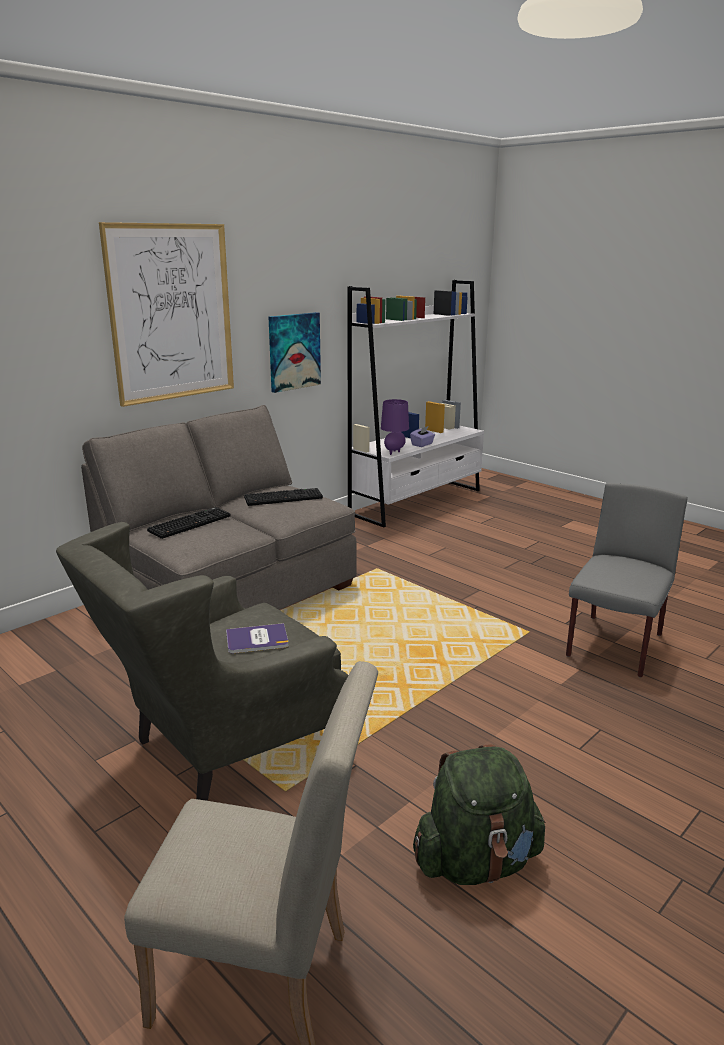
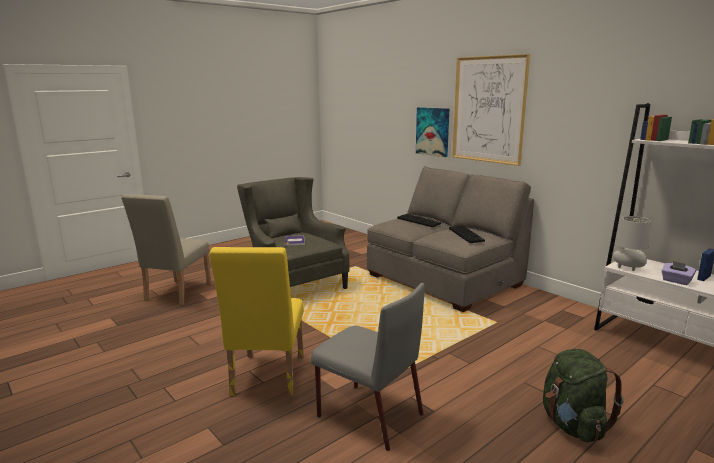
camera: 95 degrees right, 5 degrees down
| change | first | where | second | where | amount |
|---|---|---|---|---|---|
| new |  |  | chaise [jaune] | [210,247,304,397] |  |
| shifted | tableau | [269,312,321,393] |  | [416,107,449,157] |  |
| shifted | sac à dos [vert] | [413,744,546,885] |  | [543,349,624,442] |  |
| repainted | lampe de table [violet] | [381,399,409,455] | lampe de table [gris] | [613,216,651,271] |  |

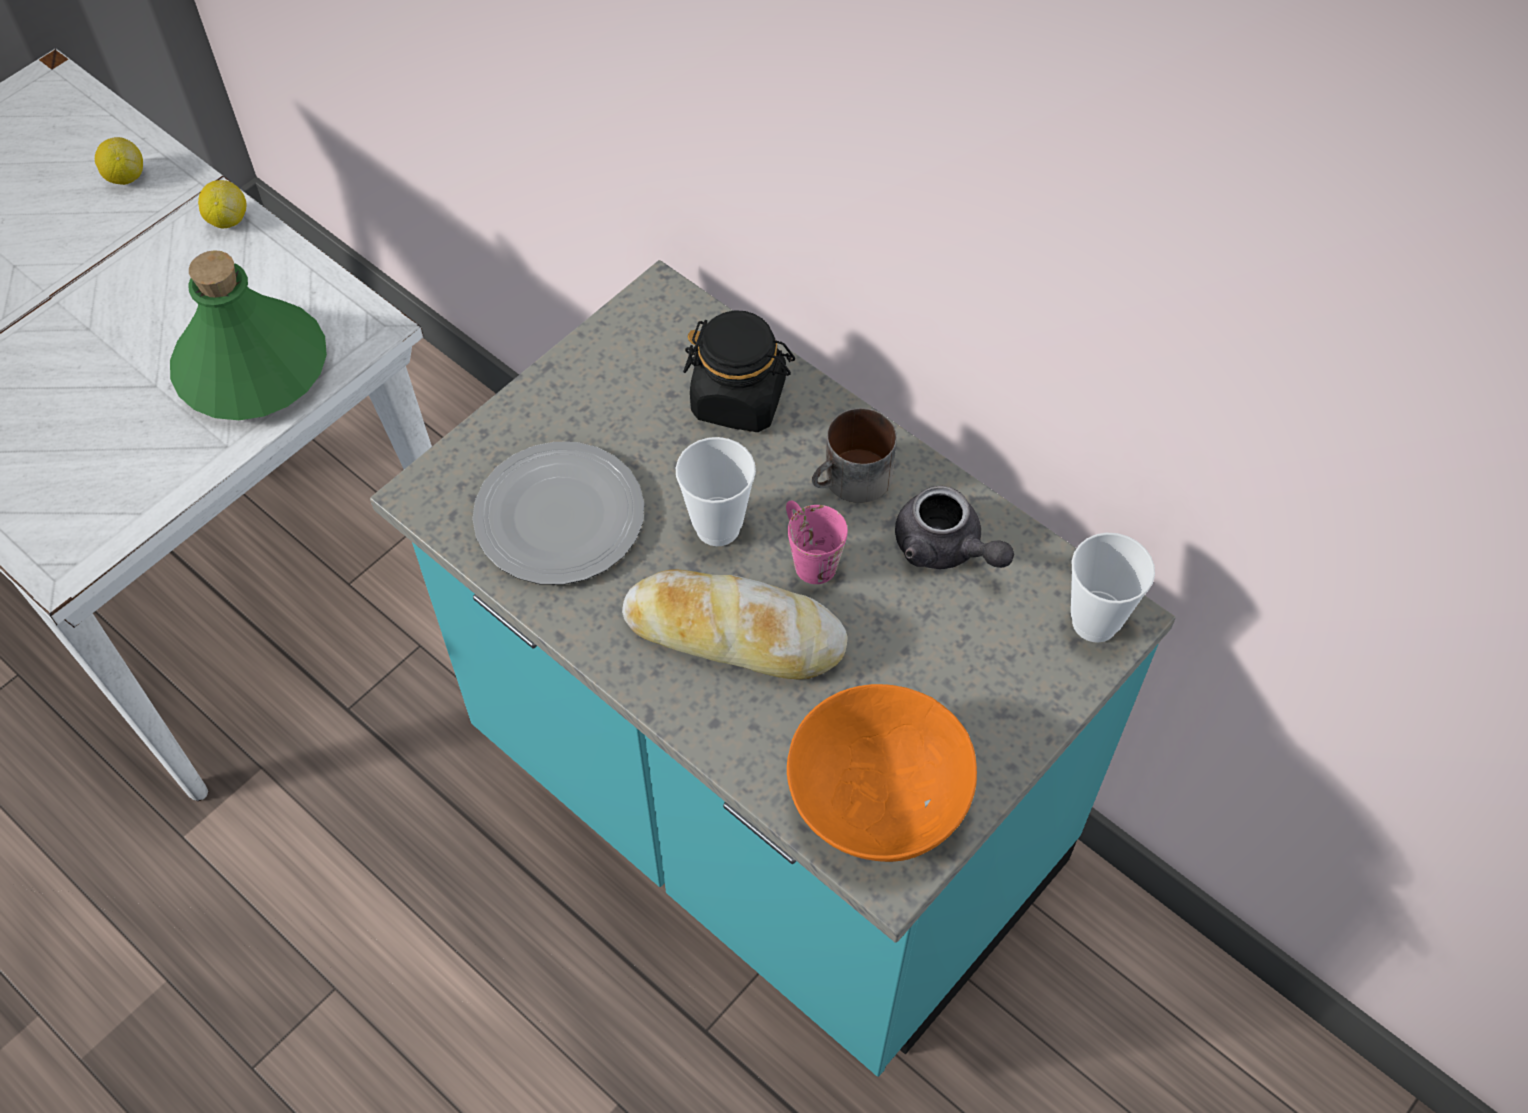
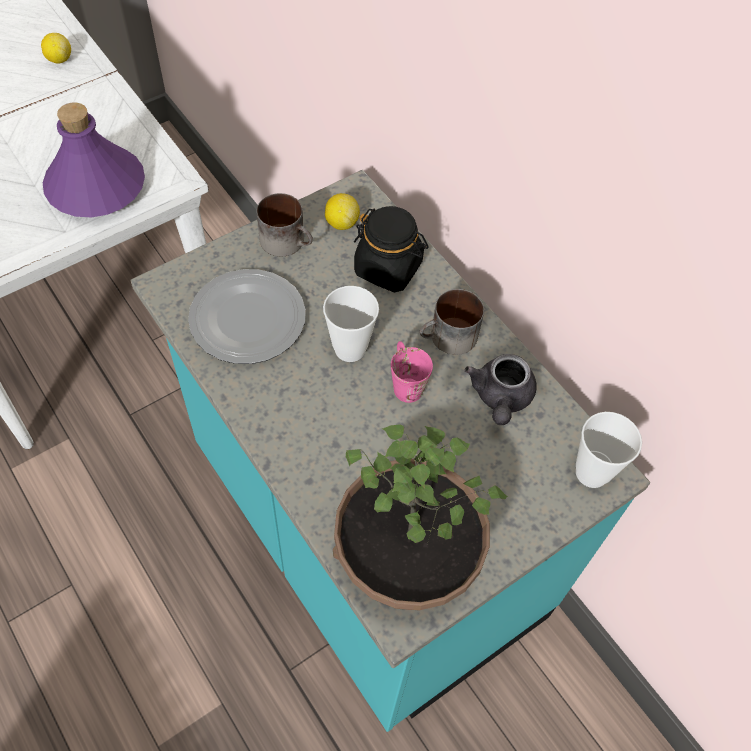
camera: 10 degrees right, 0 degrees up
| change | first | where | second | where | amount |
|---|---|---|---|---|---|
| repainted | bouteille [vert] | [170,250,327,420] | bouteille [violet] | [43,102,145,218] |  |
| new |  |  | mug | [257,193,313,256] |  |
| shifted | citron | [198,180,246,228] |  | [325,193,360,230] |  |
| swapped | bol [orange] | [787,684,977,862] | plante en pot | [333,424,508,610] |  |
| rotated | théière [gris] | [895,486,1014,569] |  | [465,354,537,425] | 45 degrees clockwise |
| gone | pain | [622,569,848,680] |  |  |  |

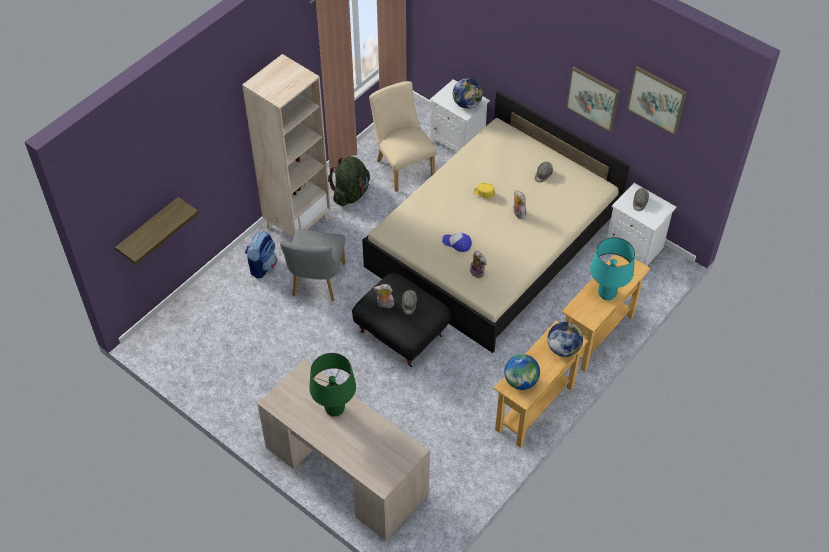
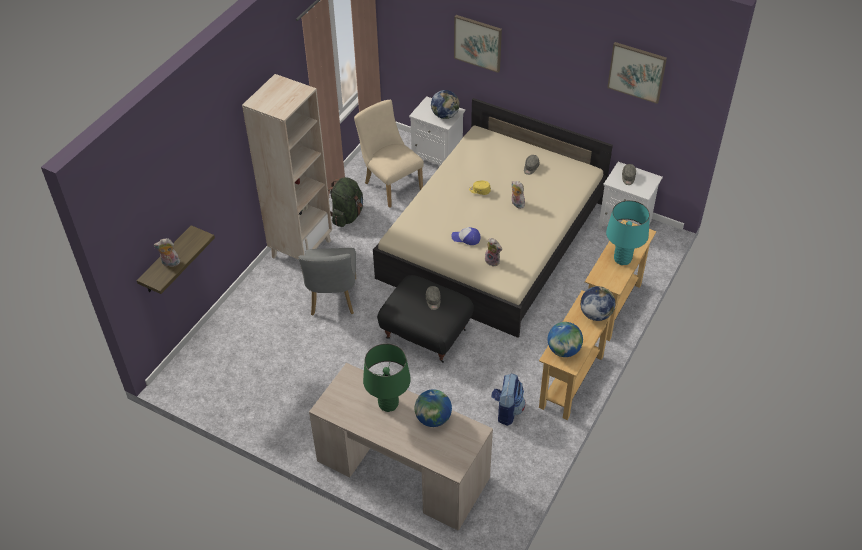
camera: 10 degrees left, 5 degrees down
| change | first | where | second | where | amount |
|---|---|---|---|---|---|
| shifted | peluche | [374,284,394,309] |  | [154,238,180,267] |  |
| new |  |  | globe | [415,389,452,427] |  |
| shifted | tableau | [566,66,620,132] |  | [454,15,502,73] |  |
| shifted | sac à dos | [245,231,277,279] |  | [491,374,525,426] |  |

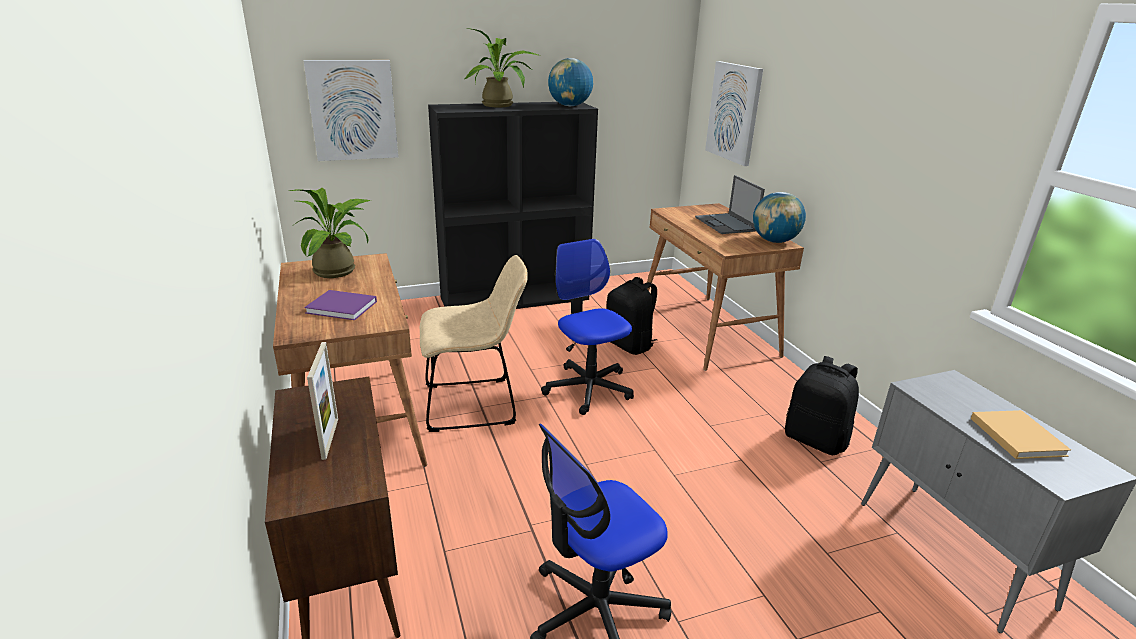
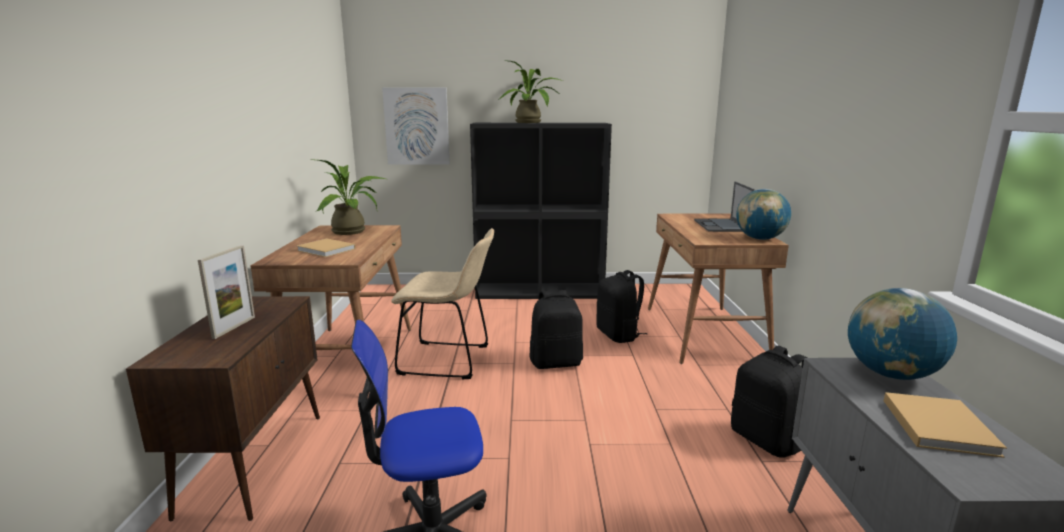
camera: 20 degrees right, 10 degrees down
| change | first | where | second | where | amount |
|---|---|---|---|---|---|
| repainted | livre [violet] | [304,290,377,320] | livre [beige] | [297,239,356,257] |  |
| swapped | chaise de bureau | [541,239,634,415] | sac à dos [noir] | [530,290,583,369] |  |
| shifted | globe | [548,58,593,106] |  | [848,288,957,380] |  |
| gone | tableau | [705,61,763,166] |  |  |  |

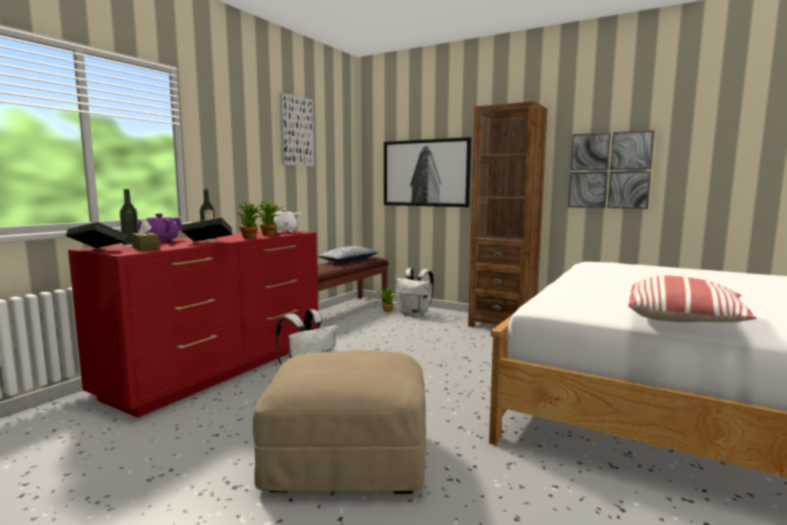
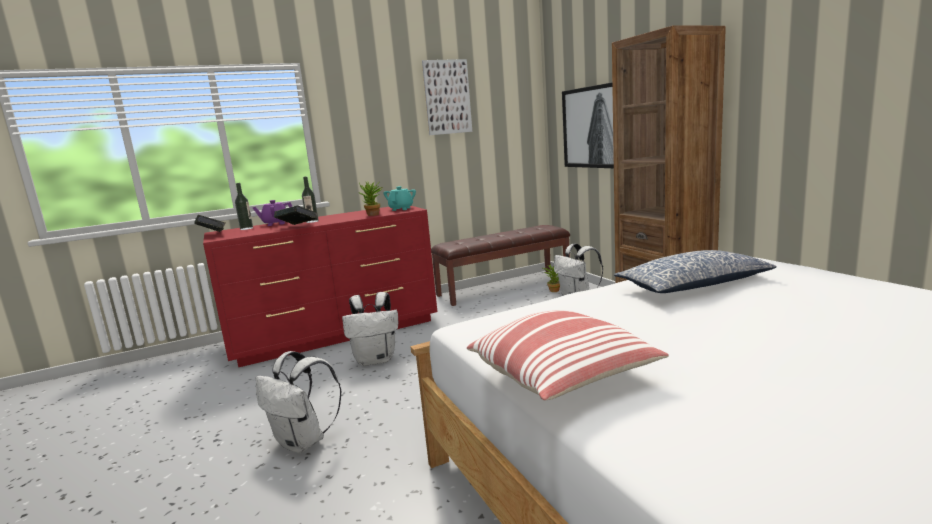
camera: 35 degrees right, 5 degrees up
| change | first | where | second | where | amount |
|---|---|---|---|---|---|
| swapped | pouf [beige] | [253,350,426,494] | sac à dos [blanc] | [256,351,341,453] |  |
| repainted | théière [blanc] | [271,209,301,233] | théière [turquoise] | [384,186,416,211] |  |
| shifted | coussin | [317,246,379,262] |  | [614,250,777,293] |  |
| gone | boîte à mouchoirs [marron] | [131,220,160,251] |  |  |  |
| gone | plante en pot | [237,201,265,239] |  |  |  |
| gone | tableau | [568,130,655,209] |  |  |  |

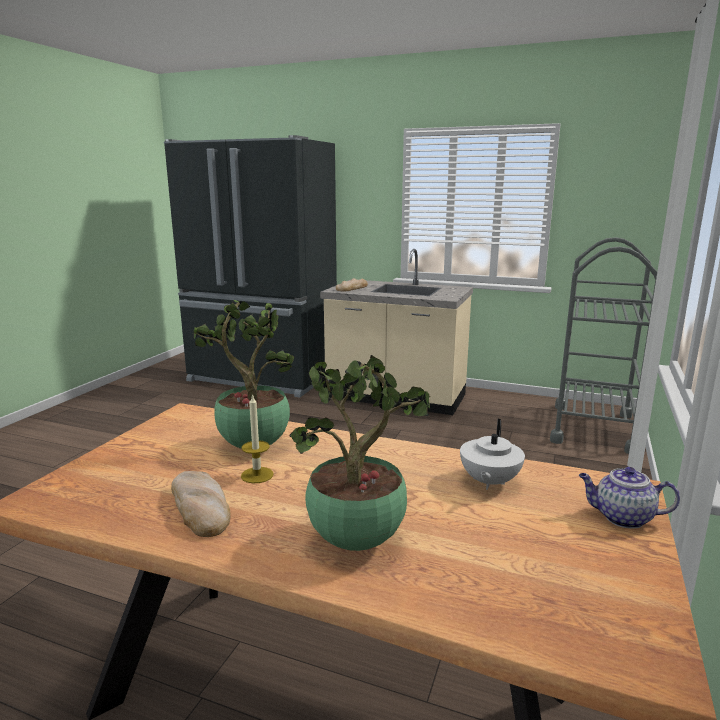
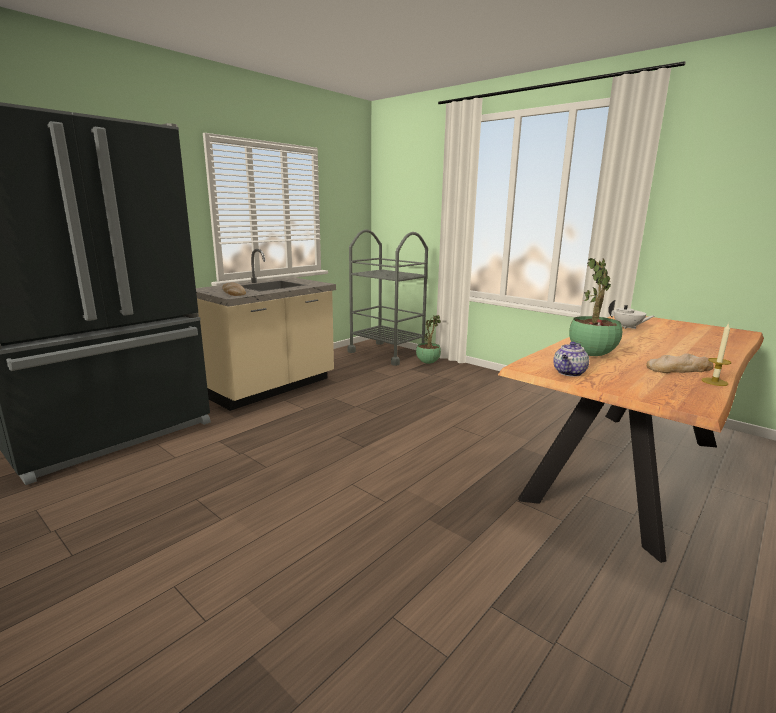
camera: 70 degrees left, 0 degrees up
| change | first | where | second | where | amount |
|---|---|---|---|---|---|
| shifted | plante en pot | [289,355,431,551] |  | [416,315,441,364] |  |
| shifted | théière | [579,467,680,528] |  | [553,342,589,377] |  |
| shifted | bougie | [241,394,273,484] |  | [702,323,731,386] |  |

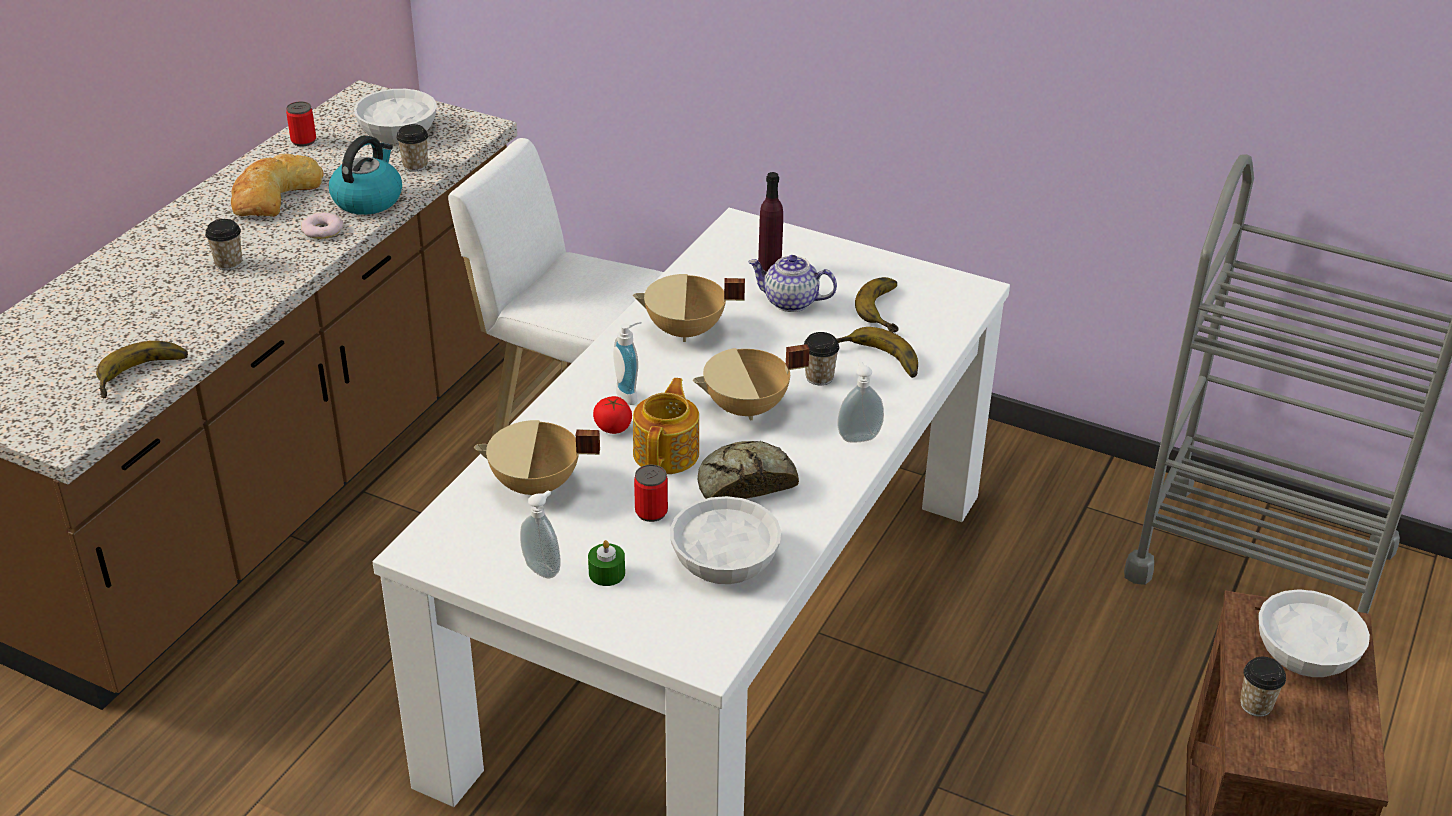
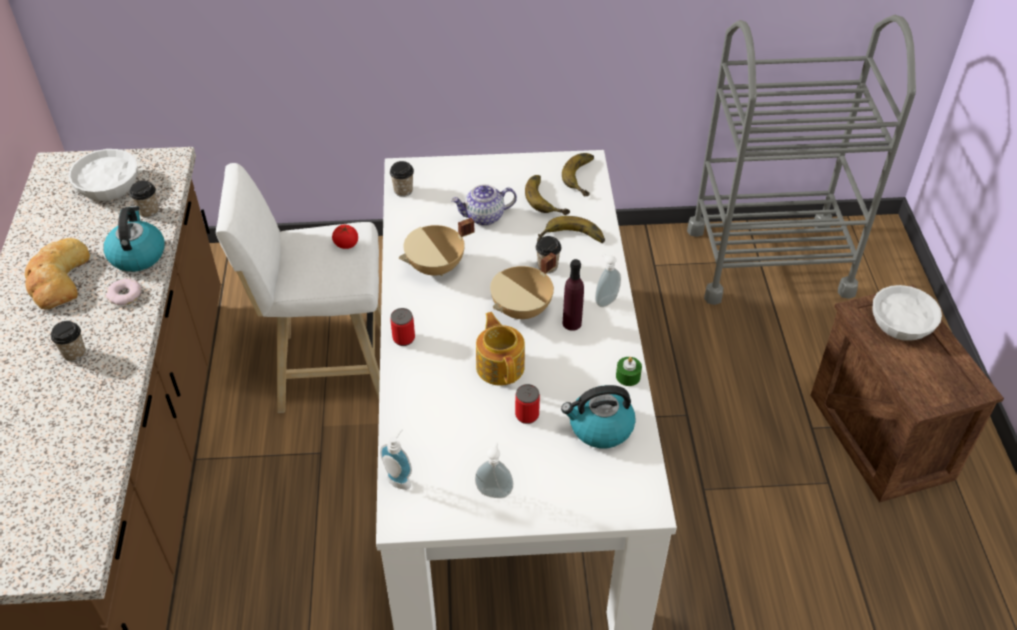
camera: 30 degrees left, 10 degrees up
| change | first | where | second | where | amount |
|---|---|---|---|---|---|
| shifted | tomate | [593,396,632,434] |  | [332,224,358,249] |  |
| shifted | distributeur de savon | [613,321,642,405] |  | [380,429,412,490] |  |
| shifted | tasse | [1240,657,1286,717] |  | [390,161,414,197] |  |
| shifted | boîte métallique | [286,101,316,146] |  | [390,308,415,346] |  |
| swapped | bol [blanc] | [670,496,781,584] | bouilloire | [561,385,636,448] |  |
| shifted | banane | [96,341,188,398] |  | [562,153,594,196] |  |
| shifted | bouteille [violet] | [758,172,783,272] |  | [563,259,584,331] |  |
| shifted | bougie [vert] | [588,540,625,586] |  | [616,357,642,386] |  |
| gone | marmite [beige] | [474,420,600,496] |  |  |  |
| gone | pain | [698,441,799,499] |  |  |  |

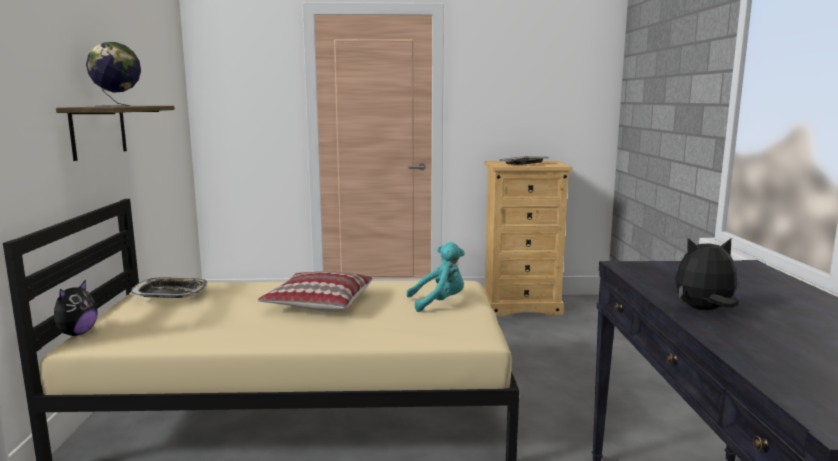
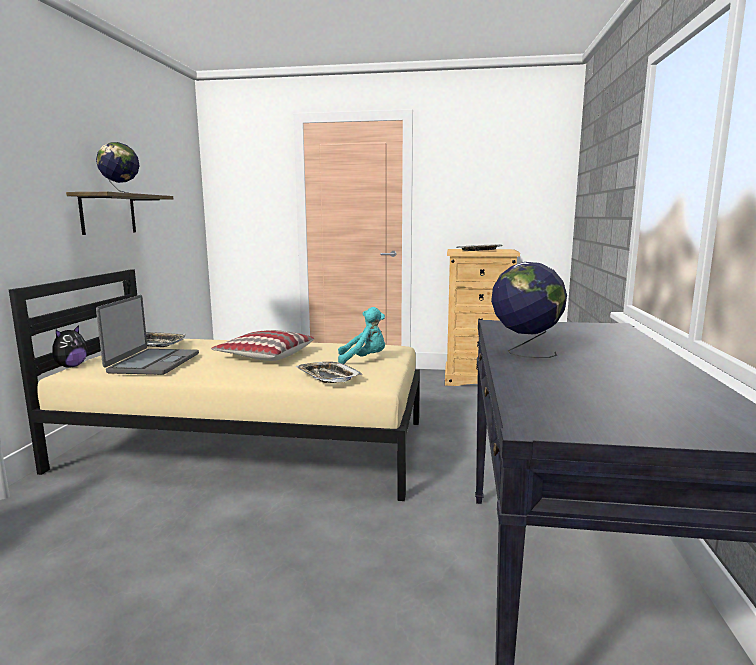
camera: 10 degrees right, 0 degrees up
| change | first | where | second | where | amount |
|---|---|---|---|---|---|
| new |  |  | ordinateur portable | [96,295,199,375] |  |
| new |  |  | plateau | [296,362,362,383] |  |
| swapped | peluche | [675,238,740,310] | globe | [491,262,567,358] |  |

